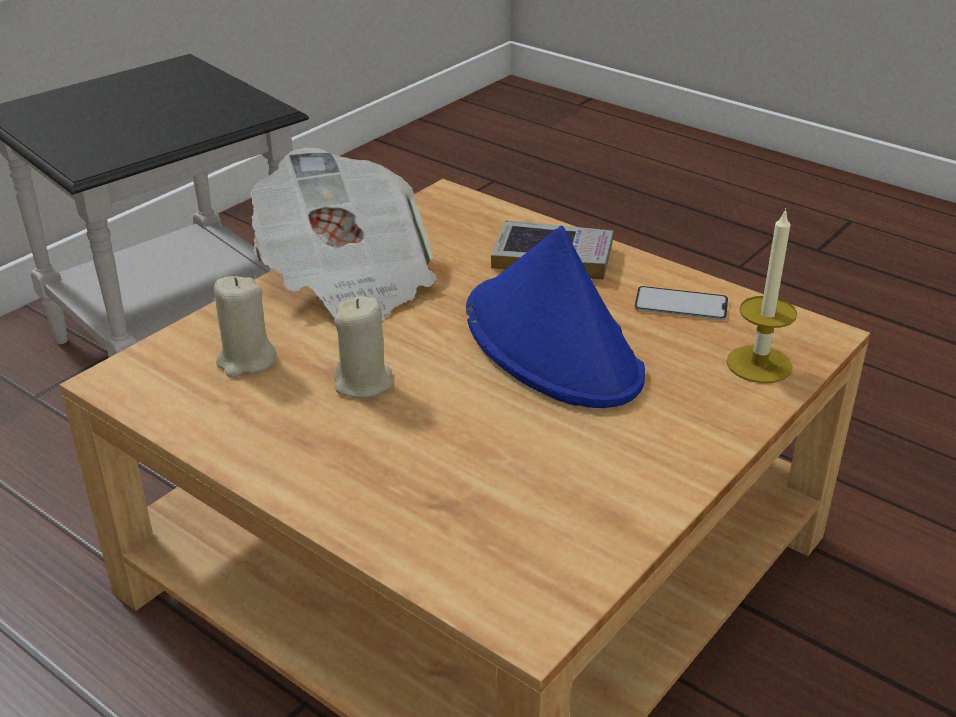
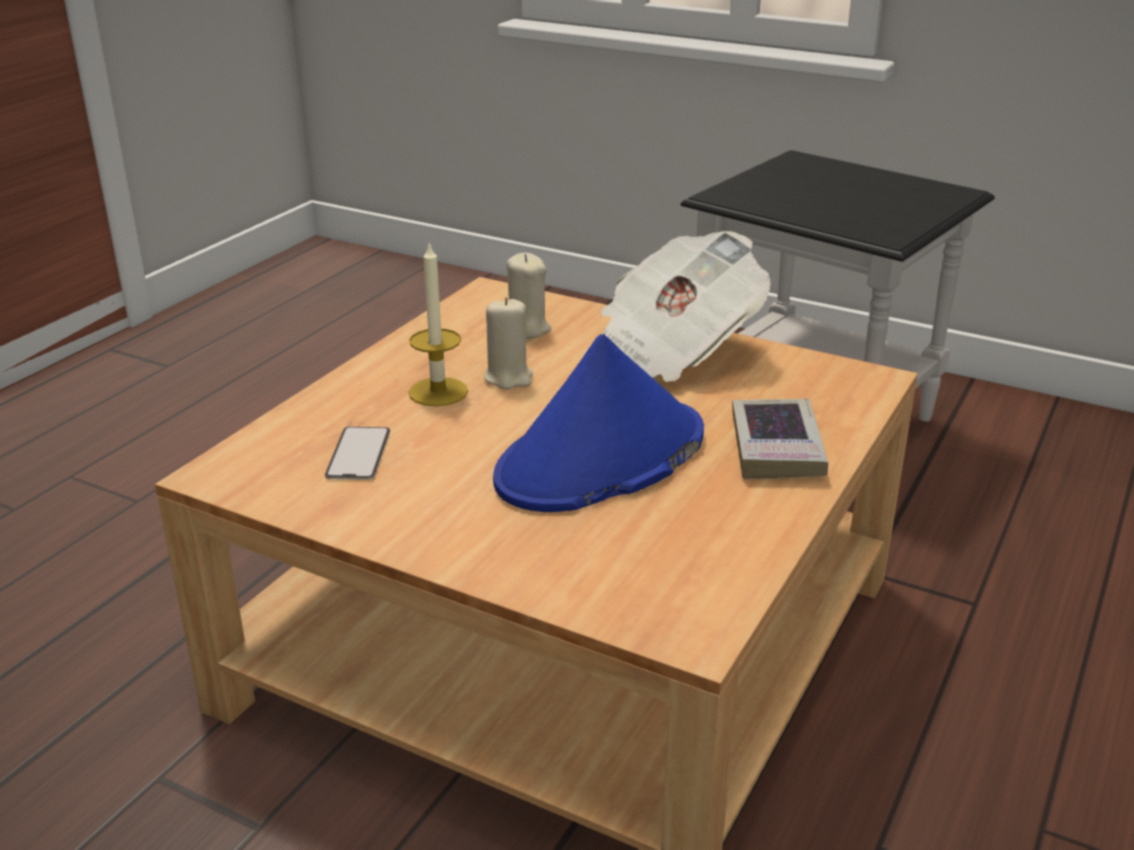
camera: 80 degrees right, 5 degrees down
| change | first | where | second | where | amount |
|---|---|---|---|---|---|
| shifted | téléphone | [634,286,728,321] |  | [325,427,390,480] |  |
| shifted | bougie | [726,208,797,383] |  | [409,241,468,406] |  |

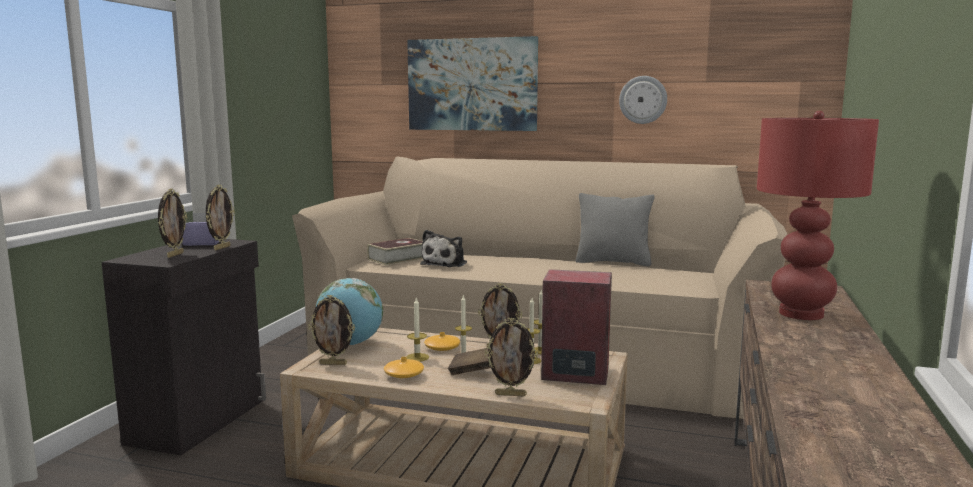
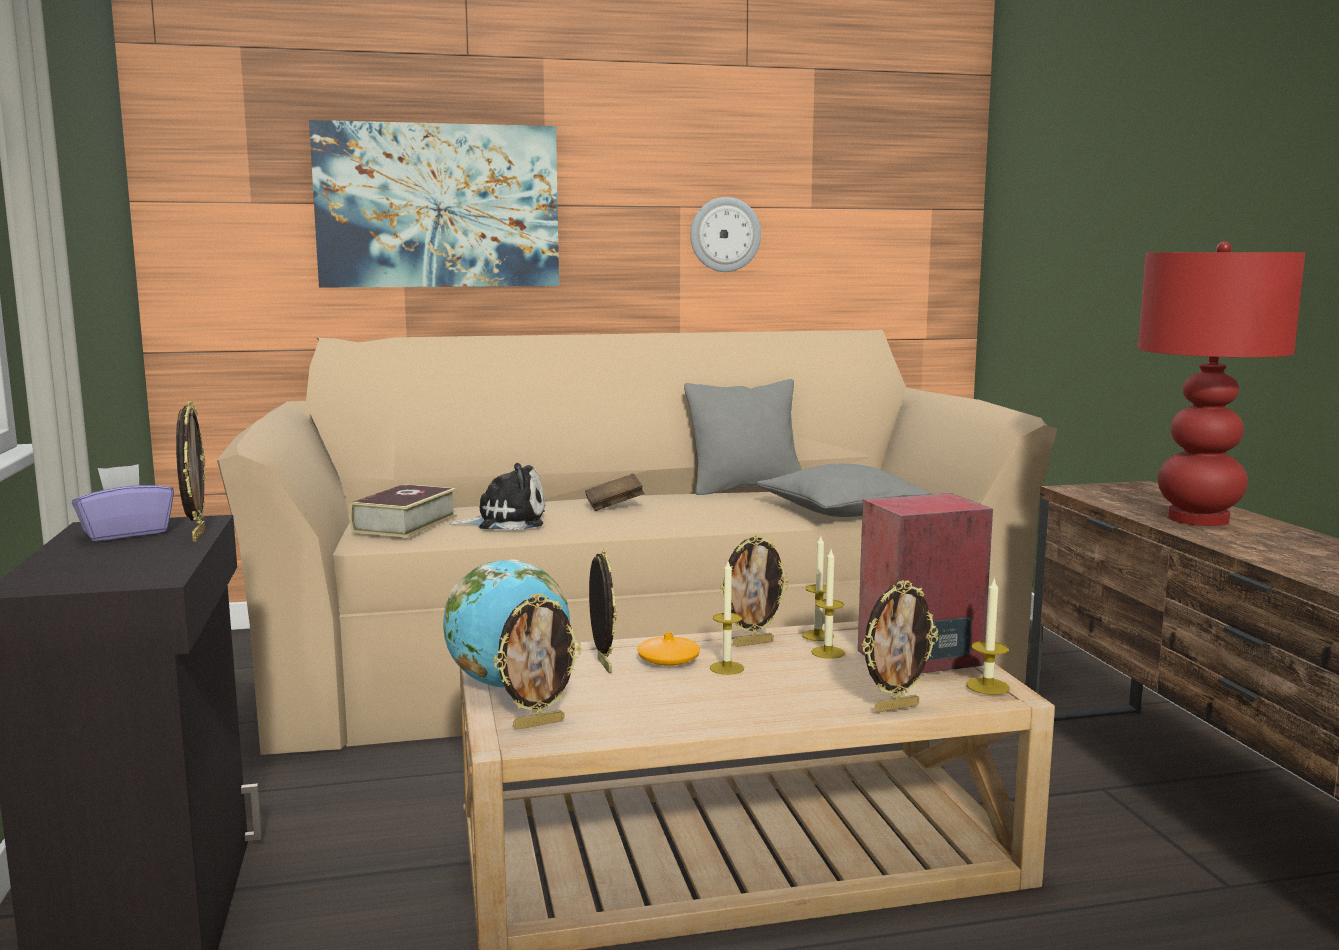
camera: 30 degrees left, 0 degrees up
| change | first | where | second | where | amount |
|---|---|---|---|---|---|
| rotated | peluche | [420,230,467,267] |  | [449,463,545,530] | 90 degrees counterclockwise |
| shifted | livre [marron] | [448,348,491,375] |  | [585,473,644,511] |  |
| shifted | cadre photo | [158,189,187,258] |  | [589,549,617,673] |  |
| new |  |  | coussin [gris] | [757,464,931,517] |  |
| shifted | bougie | [406,298,429,362] |  | [966,579,1010,695] |  |
| gone | vase [orange] | [384,357,424,378] |  |  |  |

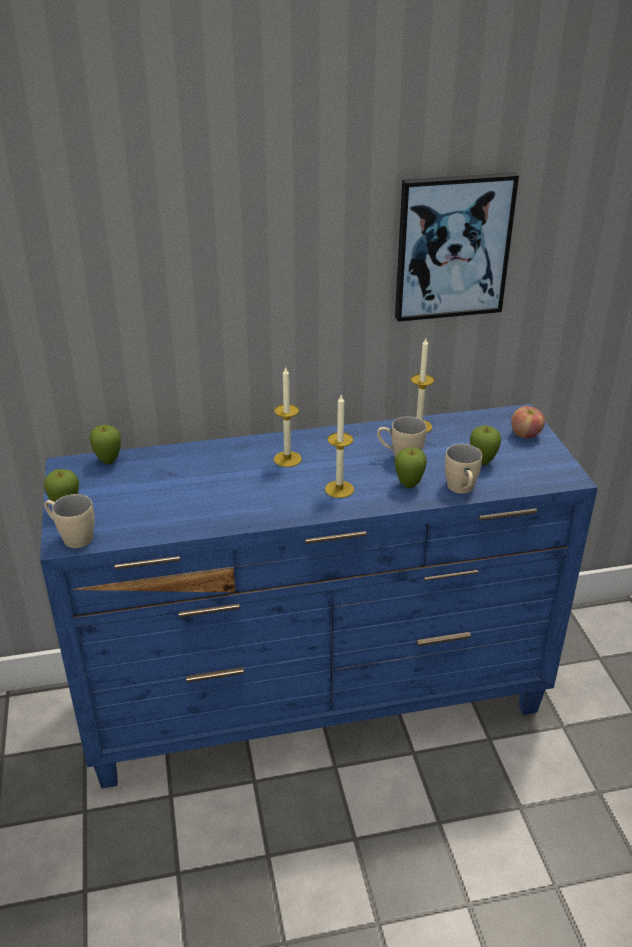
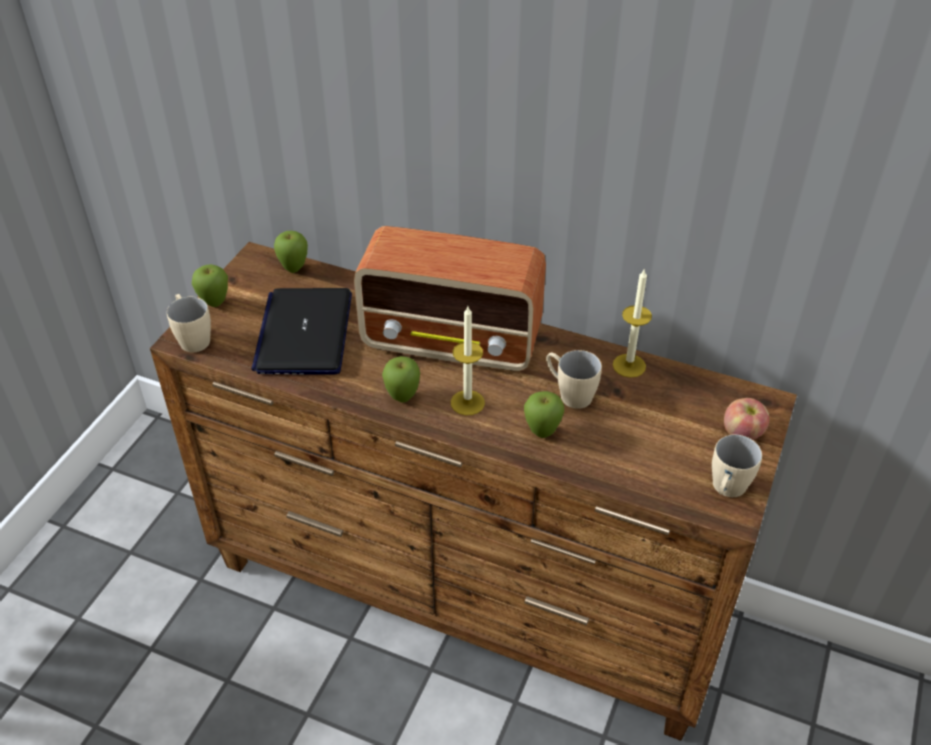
camera: 35 degrees right, 10 degrees up
| change | first | where | second | where | amount |
|---|---|---|---|---|---|
| repainted | commode [bleu] | [40,404,598,788] | commode [marron] | [150,242,797,741] |  |
| new |  |  | ordinateur portable | [251,288,352,375] |  |
| swapped | bougie | [274,367,302,467] | radio | [354,226,546,372] |  |
| shifted | pomme | [470,425,501,465] |  | [382,356,420,403] |  |
| shifted | mug [beige] | [445,444,482,494] |  | [712,435,762,497] |  |
| gone | tableau | [395,172,519,322] |  |  |  |

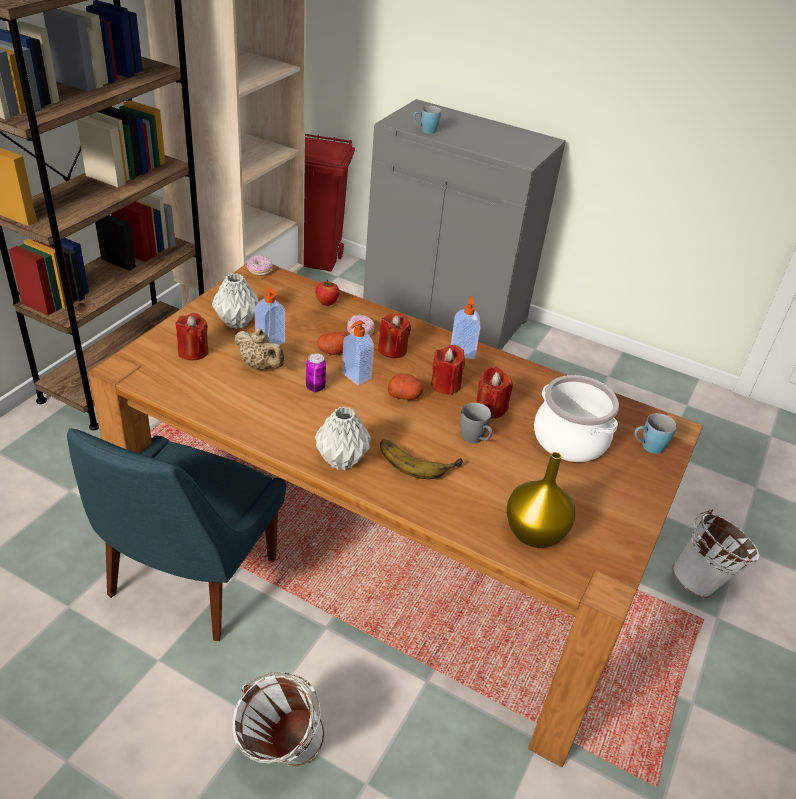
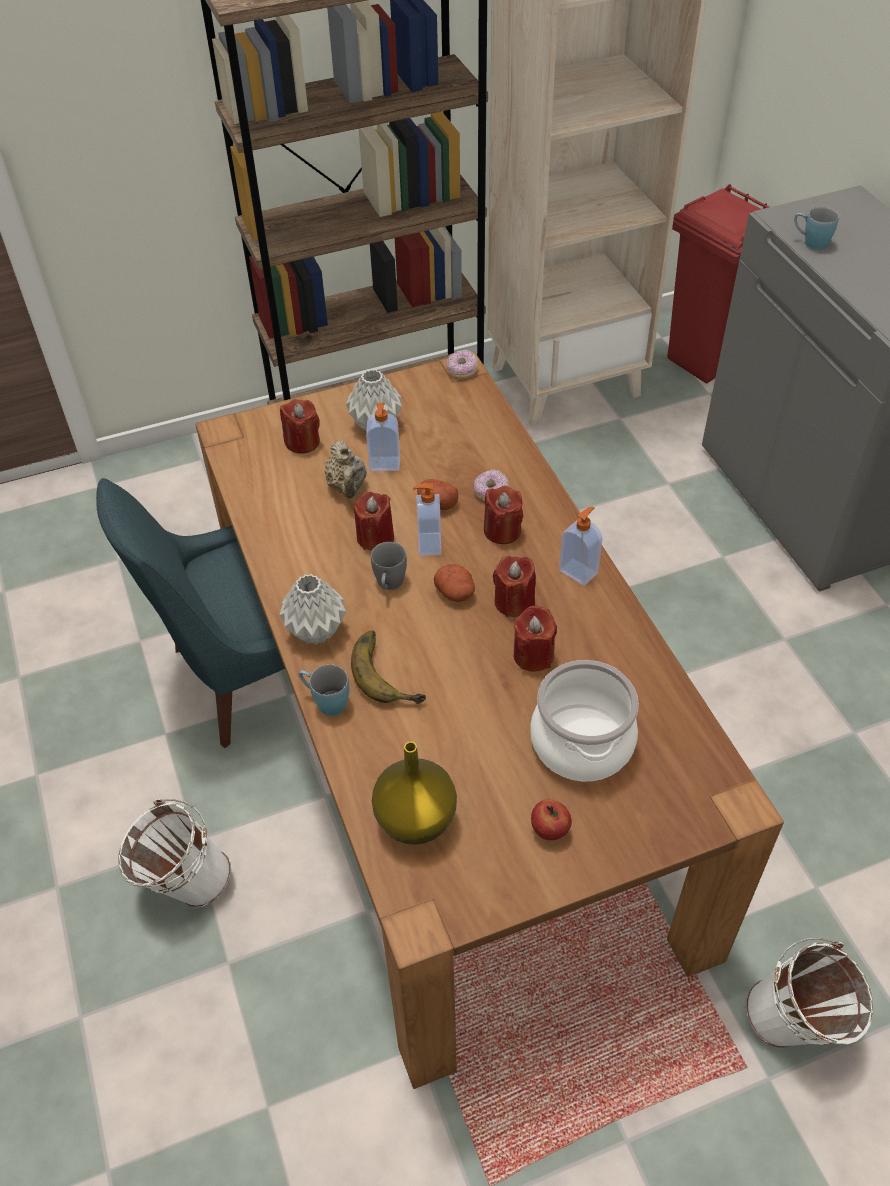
camera: 45 degrees right, 10 degrees up
| change | first | where | second | where | amount |
|---|---|---|---|---|---|
| shifted | mug [bleu] | [635,413,677,454] |  | [299,664,349,716] |  |
| swapped | boîte métallique | [306,353,326,392] | bougie [rouge] | [354,492,394,550] |  |
| shifted | mug [gris] | [460,402,493,443] |  | [371,542,407,590] |  |
| shifted | pomme | [315,280,340,306] |  | [531,799,572,840] |  |

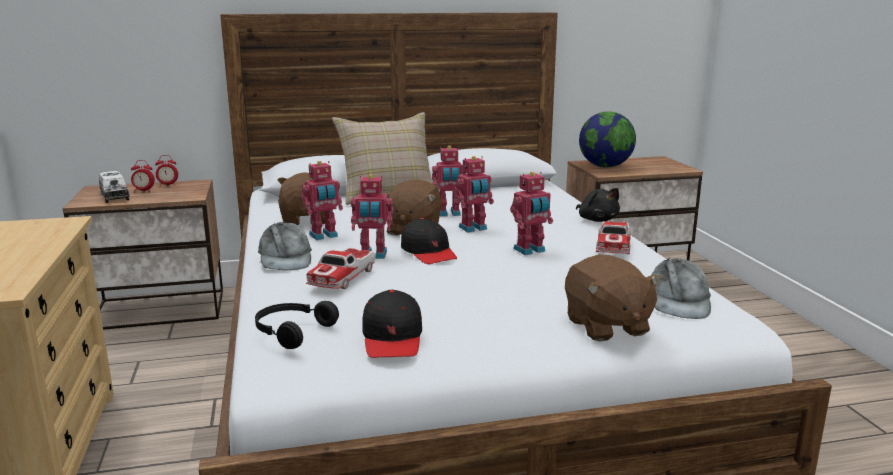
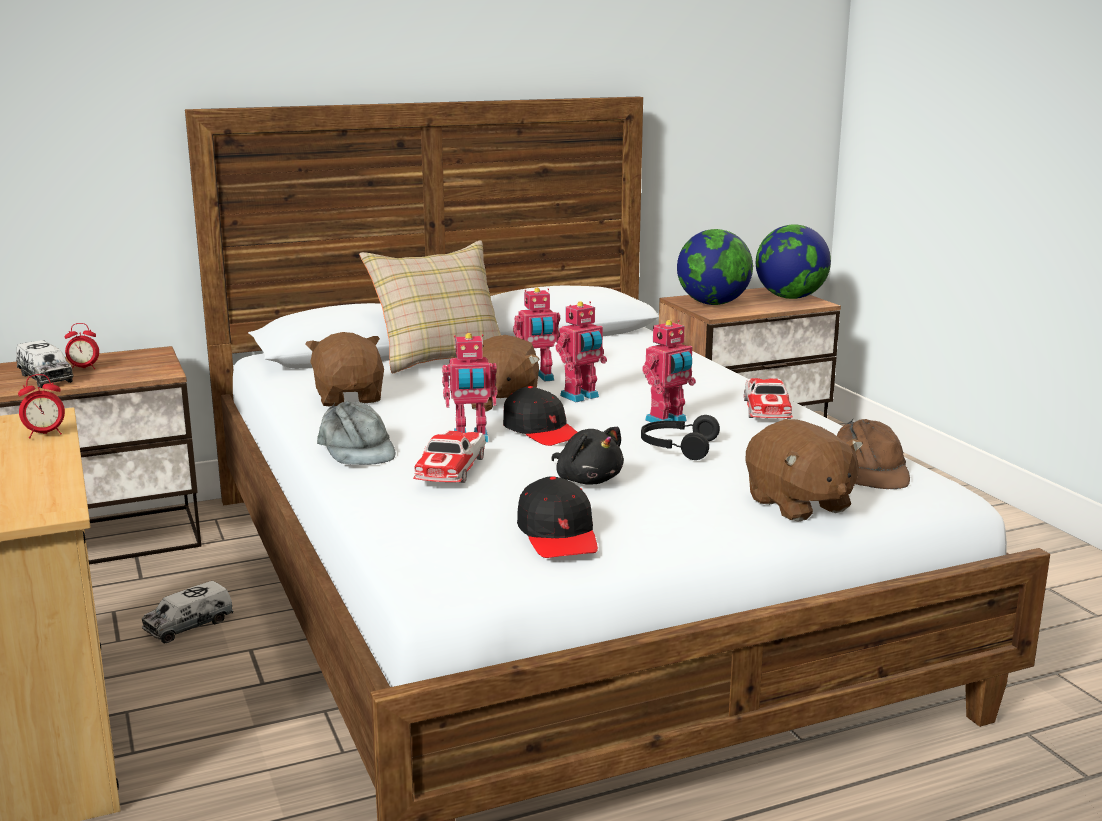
camera: 10 degrees left, 0 degrees up
| change | first | where | second | where | amount |
|---|---|---|---|---|---|
| shifted | réveil | [155,155,178,187] |  | [18,374,65,438] |  |
| new |  |  | camion jouet | [142,581,234,644] |  |
| shifted | peluche [noir] | [576,188,620,222] |  | [551,427,624,485] |  |
| shifted | casque audio [noir] | [255,301,339,349] |  | [641,415,720,460] |  |
| new |  |  | globe | [756,225,831,299] |  |
| repainted | casquette [gris] | [651,257,711,319] | casquette [marron] | [837,418,910,489] |  |
| gone | robot jouet | [301,161,343,240] |  |  |  |

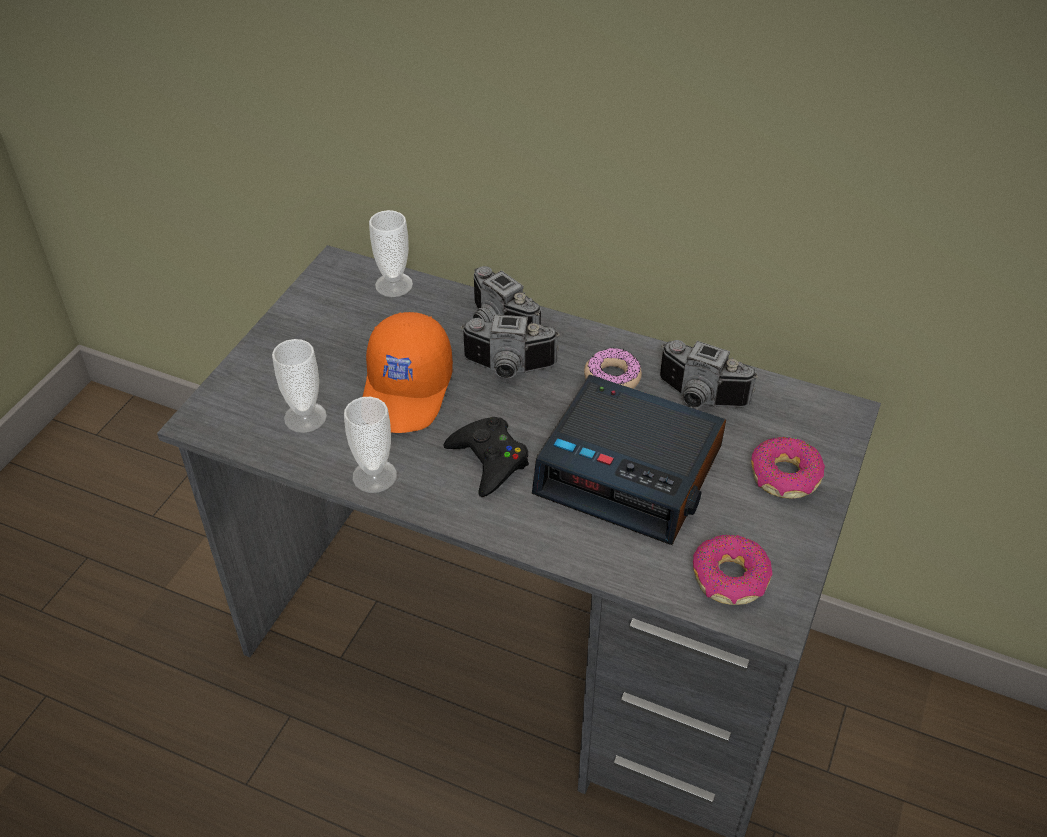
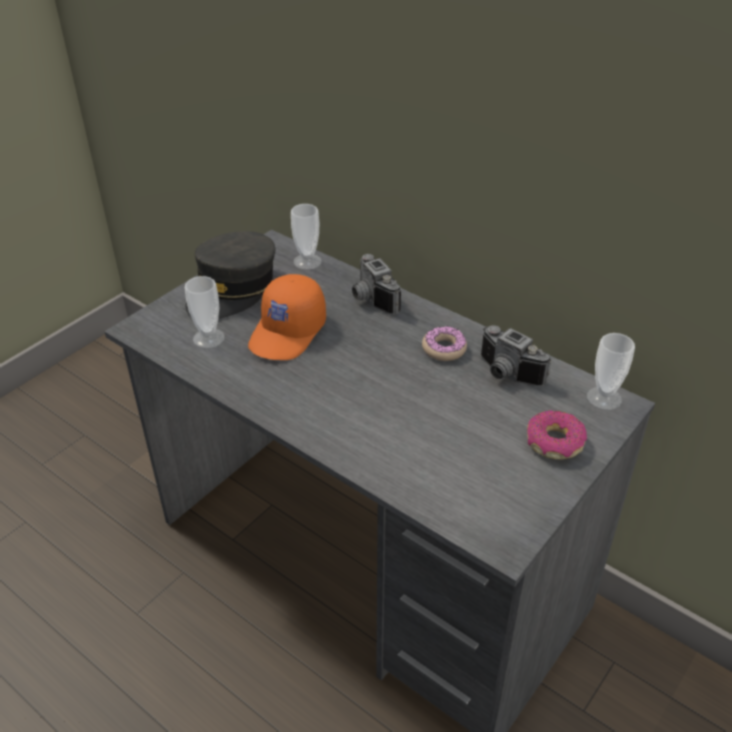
camera: 15 degrees right, 5 degrees down
| change | first | where | second | where | amount |
|---|---|---|---|---|---|
| new |  |  | casquette [gris] | [186,231,275,319] |  |
| shifted | tasse | [344,397,397,493] |  | [587,333,635,410] |  |
| gone | manette [noir] | [443,417,529,497] |  |  |  |
| gone | appareil photo | [461,314,560,378] |  |  |  |
| gone | réveil | [532,375,726,545] |  |  |  |
| gone | beignet | [693,535,772,605] |  |  |  |

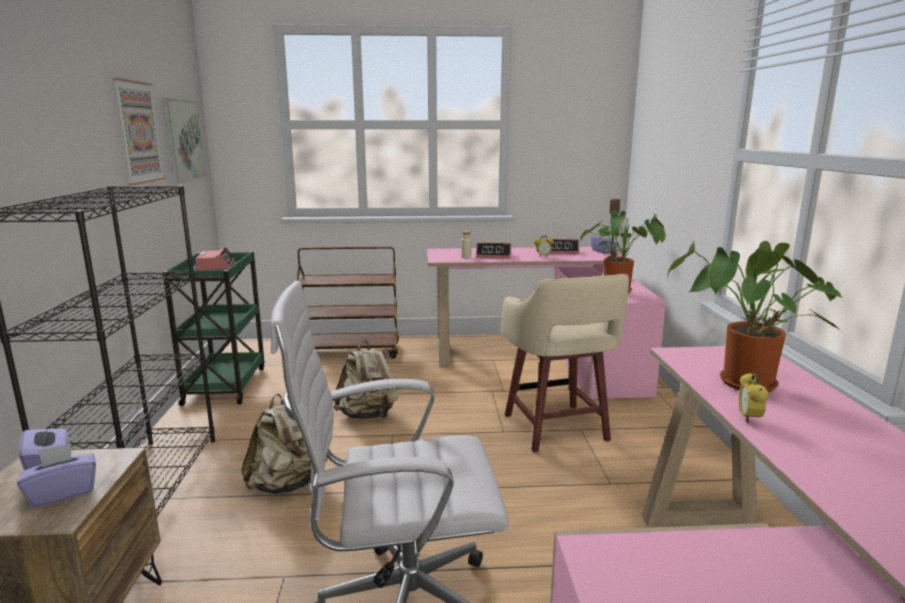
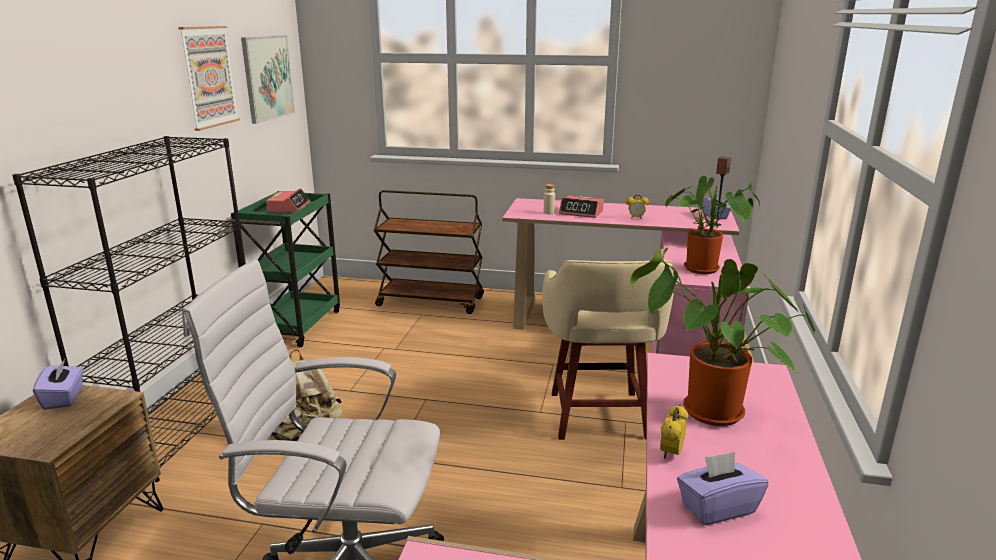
camera: 15 degrees right, 5 degrees up
| change | first | where | second | where | amount |
|---|---|---|---|---|---|
| shifted | boîte à mouchoirs [violet] | [17,443,96,508] |  | [677,452,769,525] |  |
| gone | sac à dos [beige] | [334,340,399,419] |  |  |  |
| gone | réveil | [544,238,579,254] |  |  |  |

